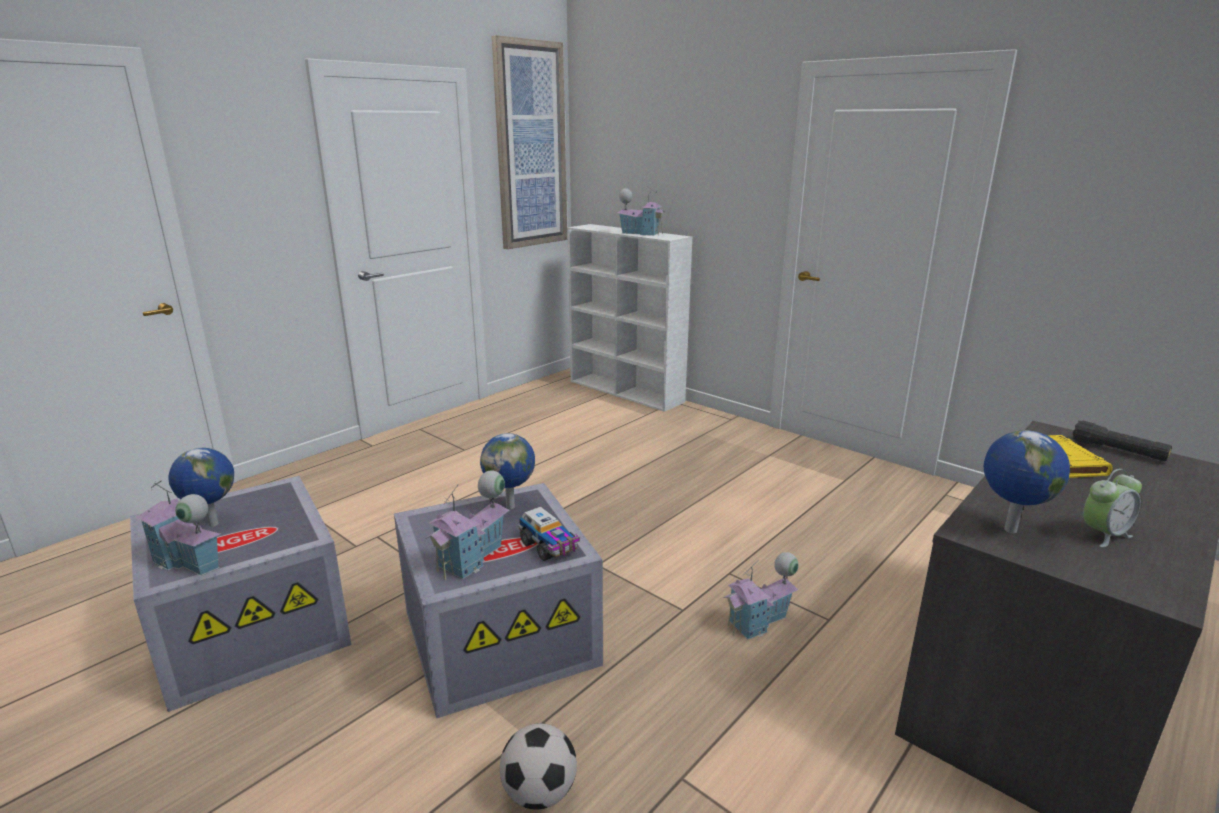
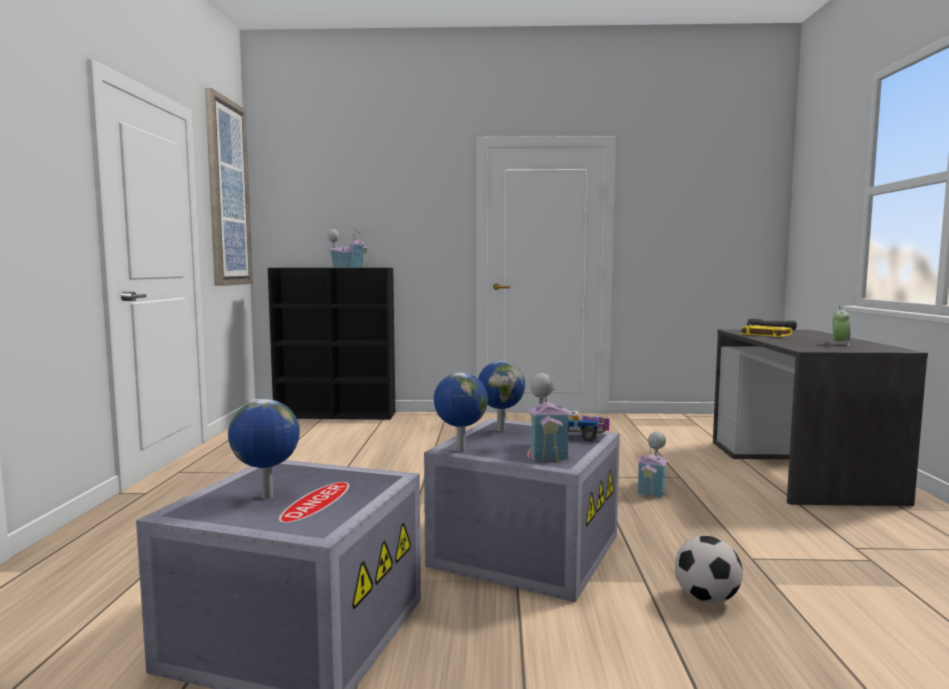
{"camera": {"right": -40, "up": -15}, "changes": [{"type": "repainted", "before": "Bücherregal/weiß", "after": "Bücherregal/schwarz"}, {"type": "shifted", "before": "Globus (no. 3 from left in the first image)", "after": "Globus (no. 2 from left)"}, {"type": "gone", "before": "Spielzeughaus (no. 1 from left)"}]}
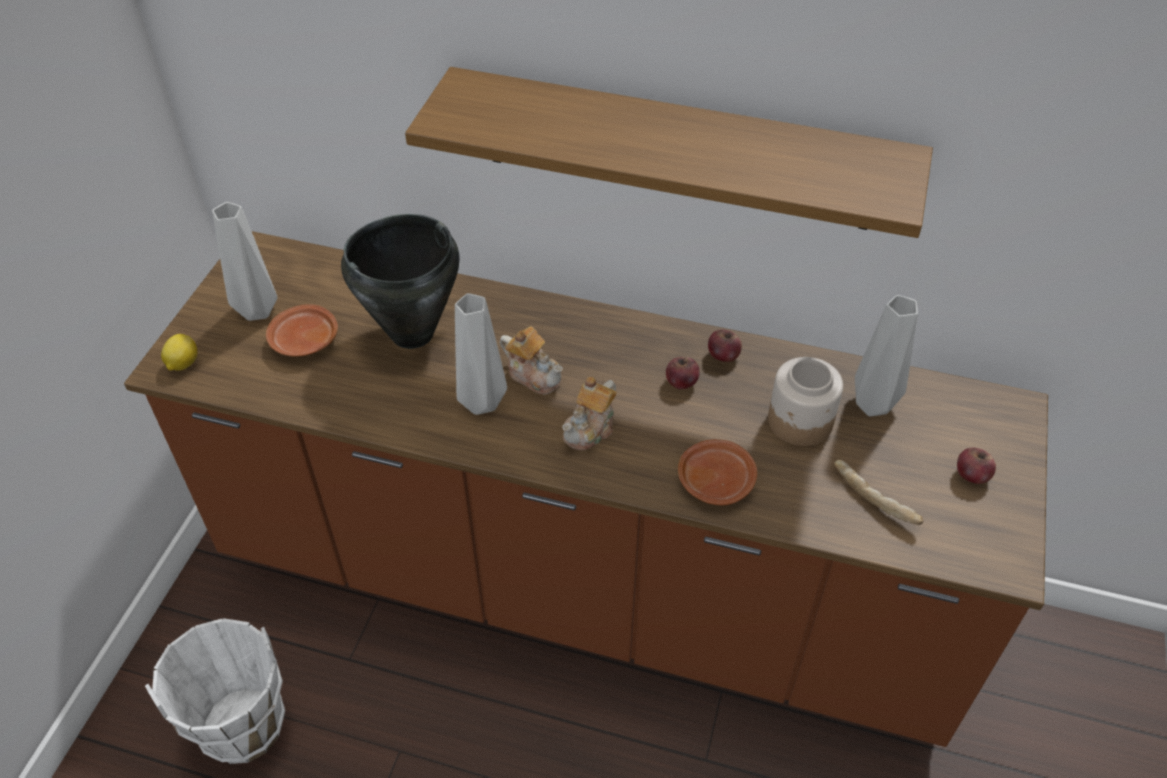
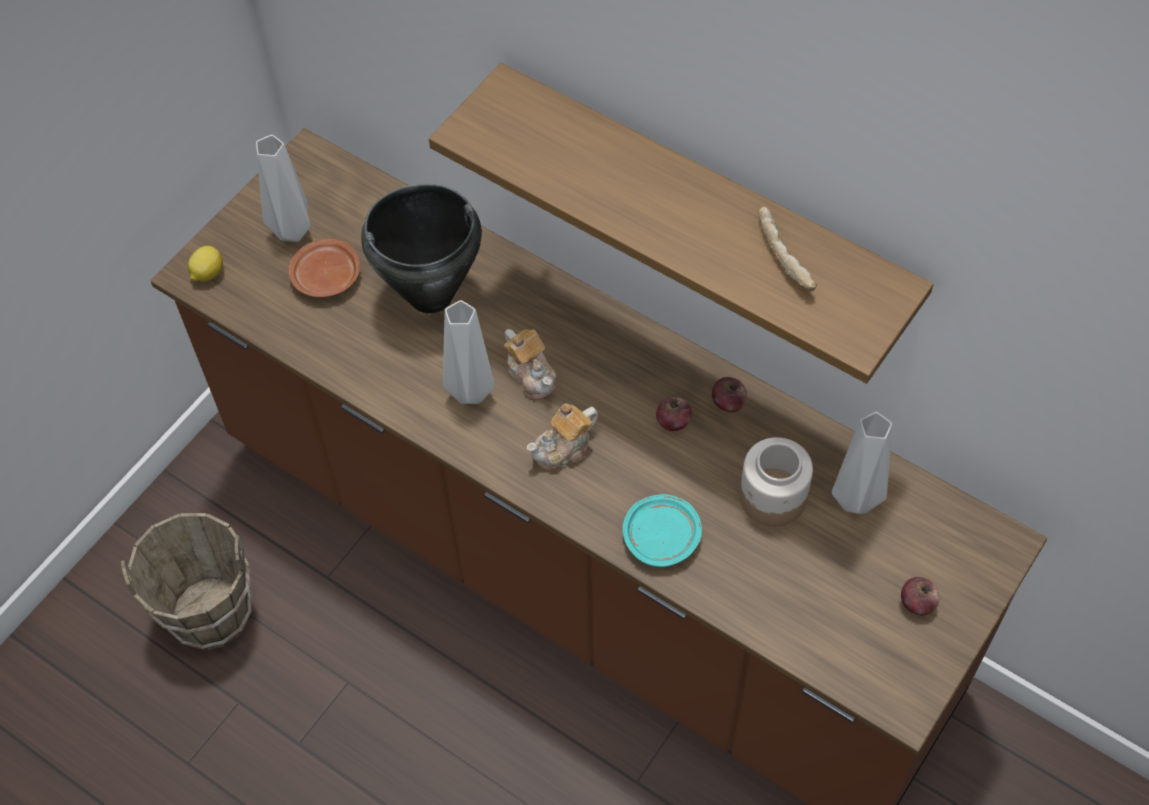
{"camera": {"right": 20, "up": 10}, "changes": [{"type": "repainted", "before": "Teller/braun (no. 2 from left)", "after": "Teller/türkis"}, {"type": "shifted", "before": "Brot"}, {"type": "repainted", "before": "Eimer/weiß", "after": "Eimer/braun"}]}
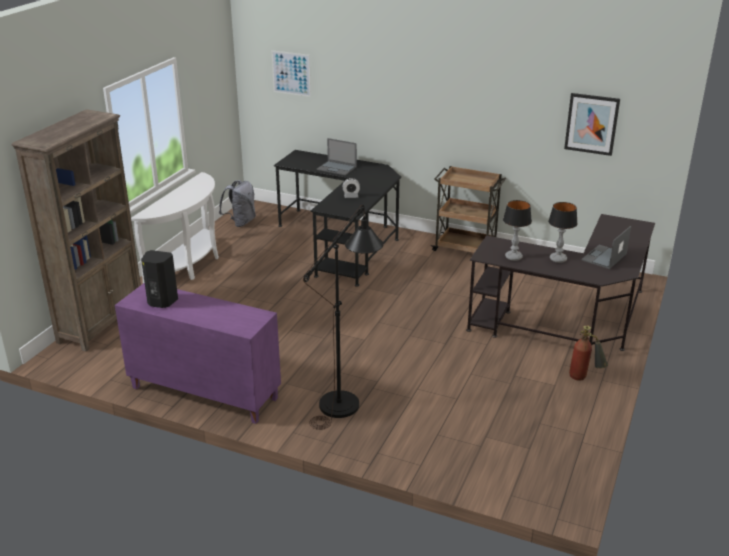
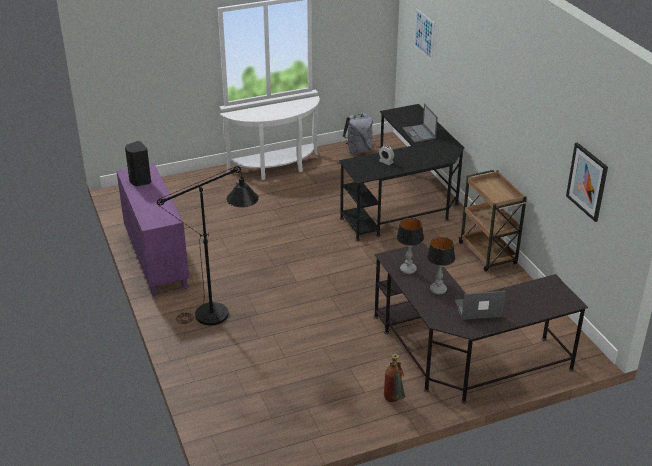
{"camera": {"right": 45, "up": 5}, "changes": [{"type": "gone", "before": "Bücherregal/braun"}]}
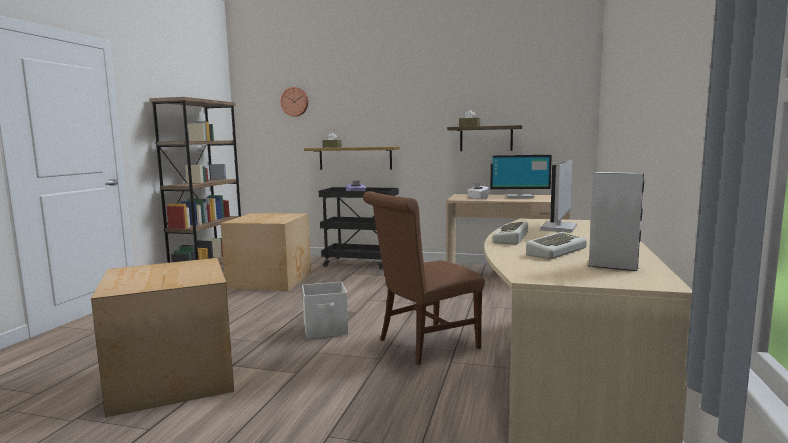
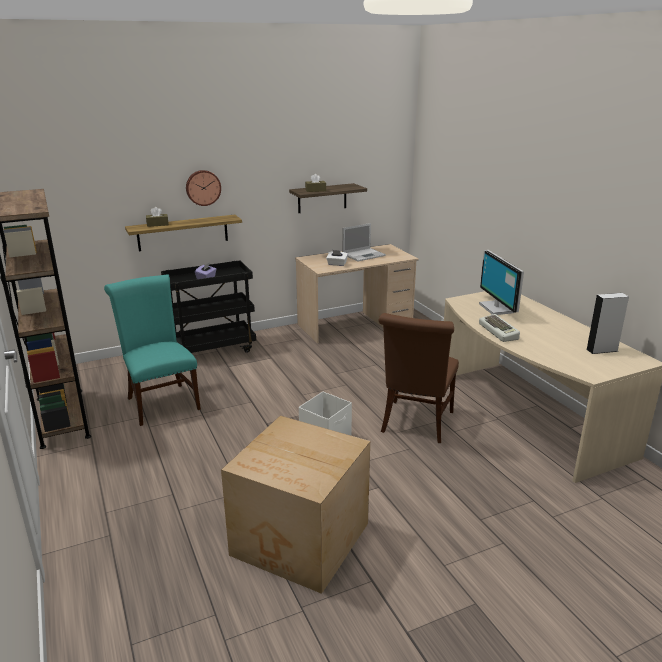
{"camera": {"right": -40, "up": 15}, "changes": [{"type": "shifted", "before": "Wanduhr"}, {"type": "swapped", "before": "Monitor (no. 1 from left)", "after": "Laptop"}, {"type": "swapped", "before": "Karton (no. 2 from left)", "after": "Stuhl/türkis"}, {"type": "gone", "before": "Tastatur (no. 2 from left)"}]}
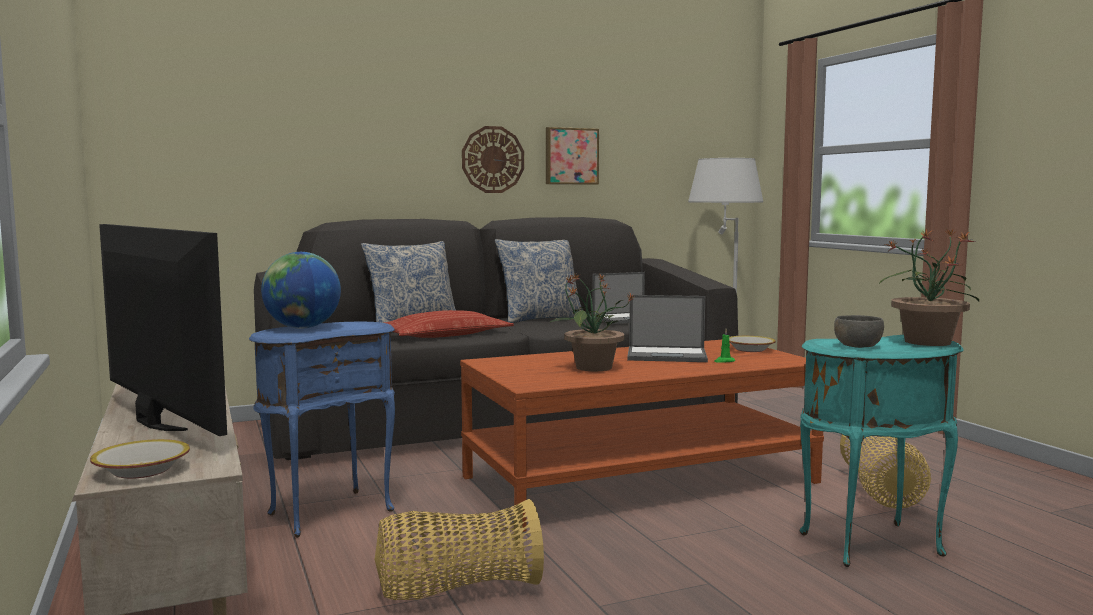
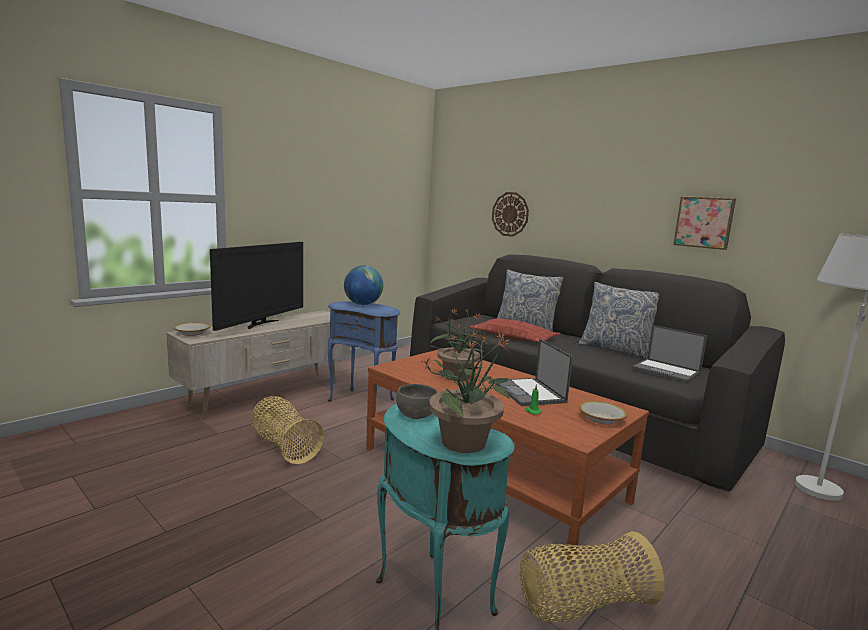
{"camera": {"right": 65, "up": 5}, "changes": [{"type": "shifted", "before": "Wanduhr"}]}
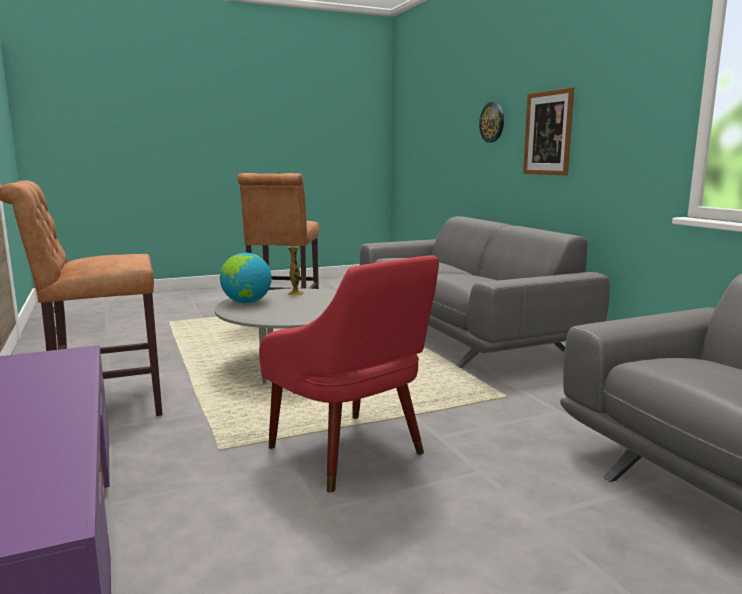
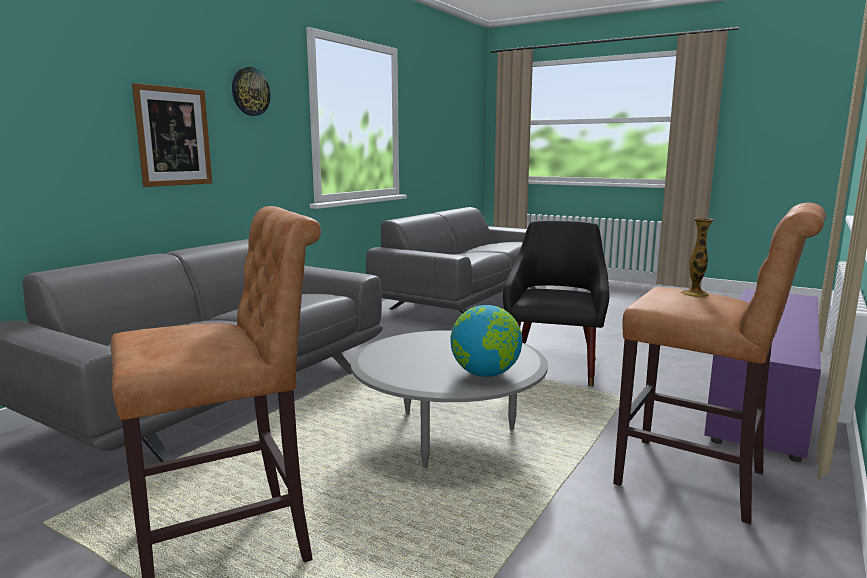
{"camera": {"right": -125, "up": 0}, "changes": [{"type": "shifted", "before": "Wanduhr"}, {"type": "shifted", "before": "Vase"}, {"type": "repainted", "before": "Sessel/rot", "after": "Sessel/schwarz"}]}
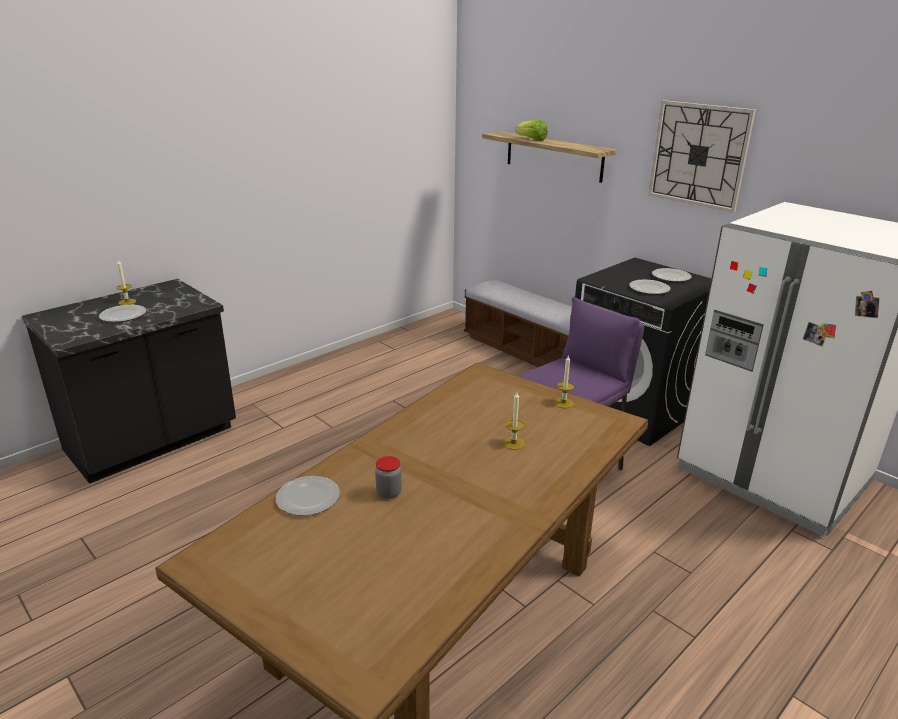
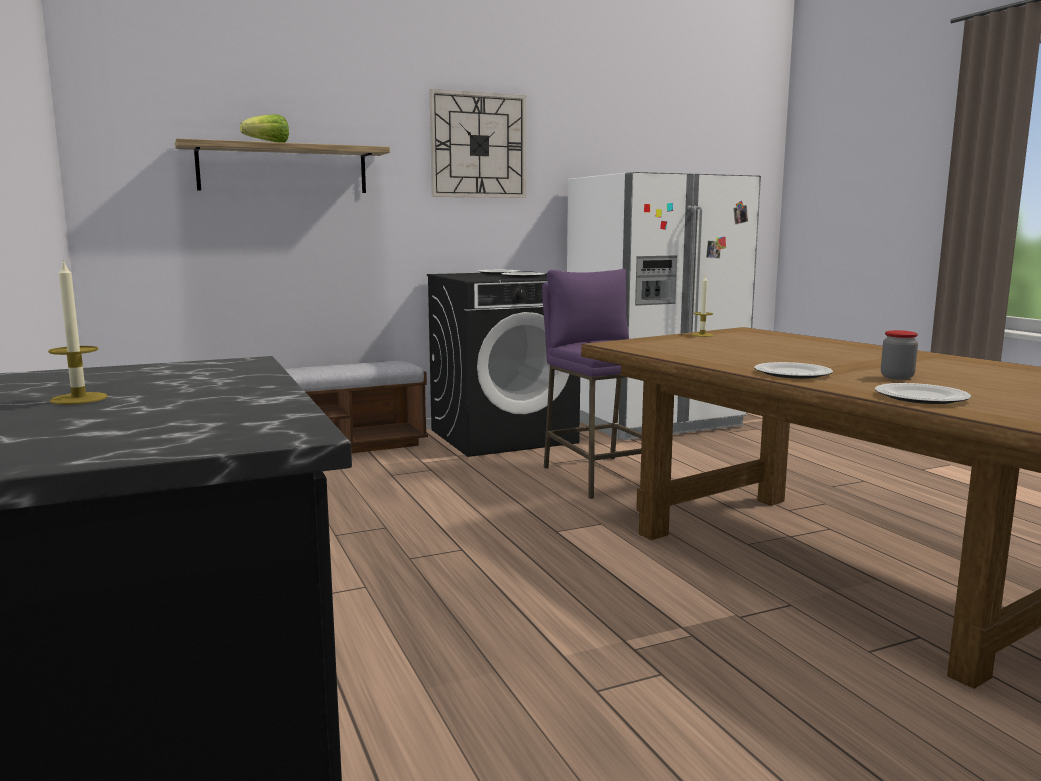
{"camera": {"right": -70, "up": -15}, "changes": [{"type": "shifted", "before": "Teller (no. 1 from left in the first image)", "after": "Teller (no. 3 from left)"}, {"type": "gone", "before": "Kerze (no. 2 from left)"}]}
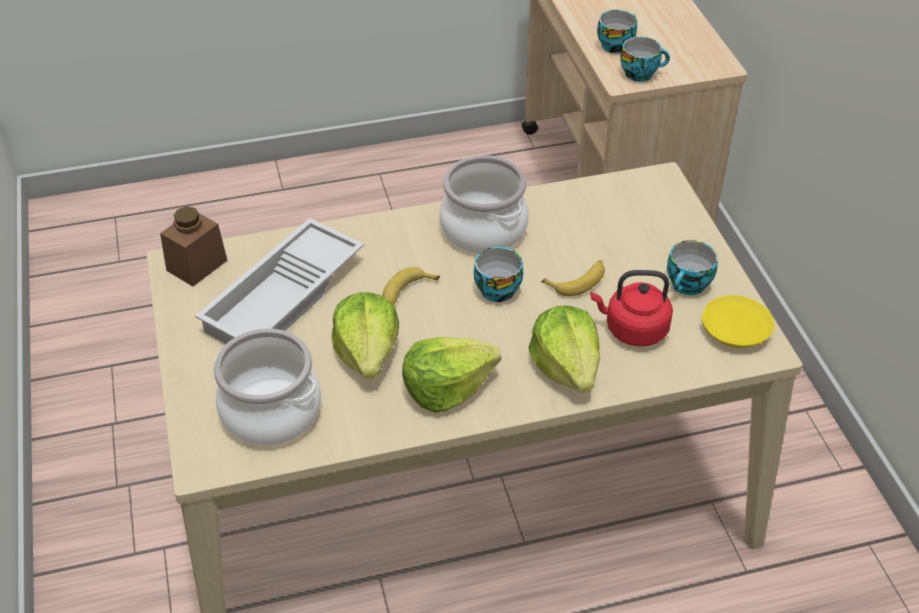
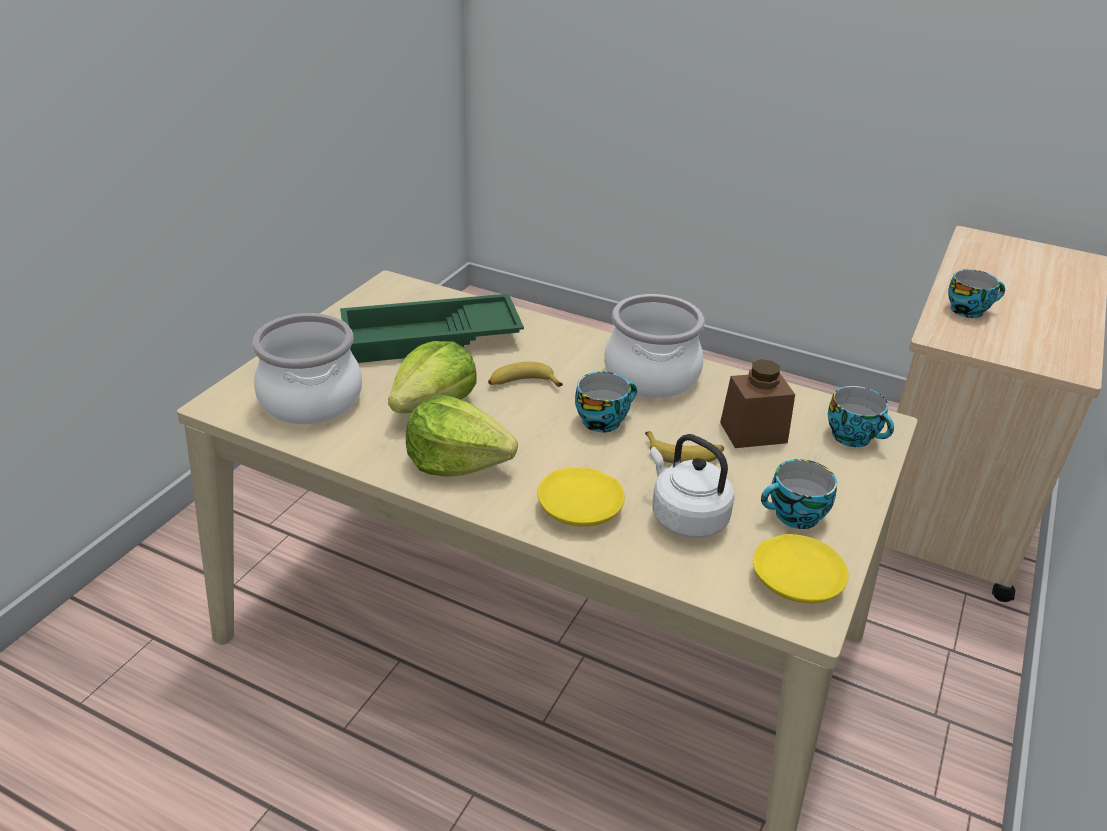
{"camera": {"right": 40, "up": -10}, "changes": [{"type": "shifted", "before": "Tasse (no. 3 from left)"}, {"type": "shifted", "before": "Vorratsglas/braun"}, {"type": "repainted", "before": "Tablett/weiß", "after": "Tablett/grün"}, {"type": "repainted", "before": "Wasserkessel/rot", "after": "Wasserkessel/weiß"}, {"type": "swapped", "before": "Salatkopf (no. 3 from left)", "after": "Teller/gelb (no. 1 from left)"}]}
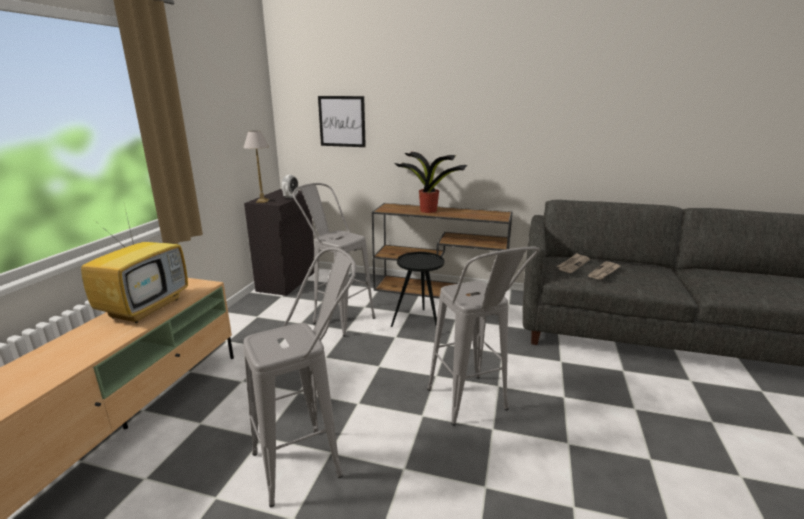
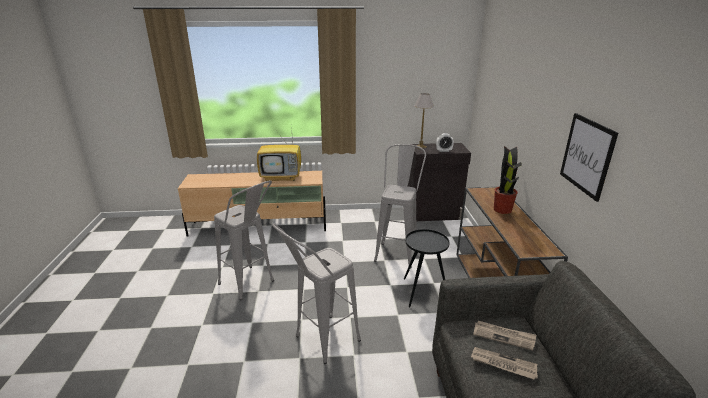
{"camera": {"right": 70, "up": 5}, "changes": [{"type": "shifted", "before": "Bild"}]}
